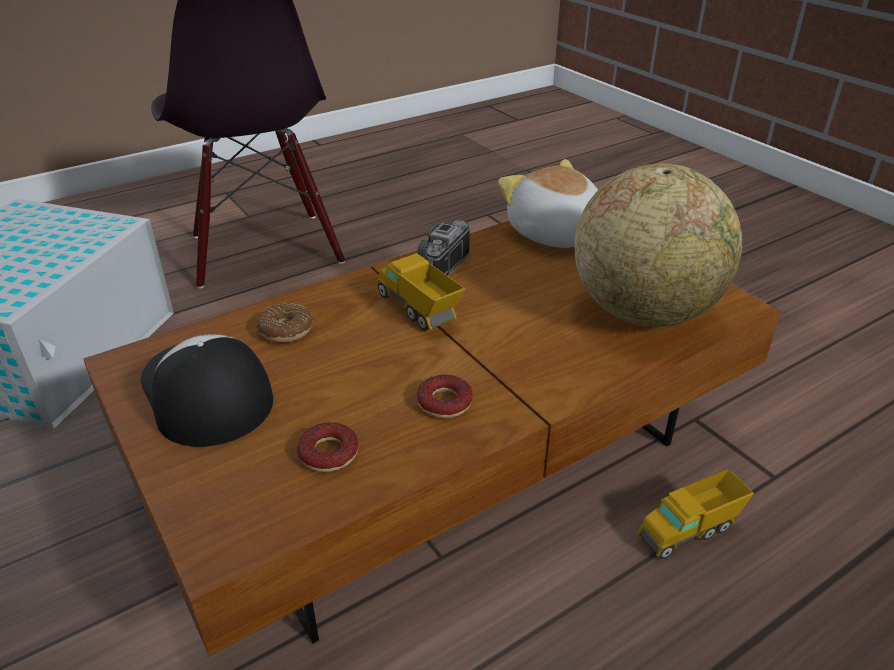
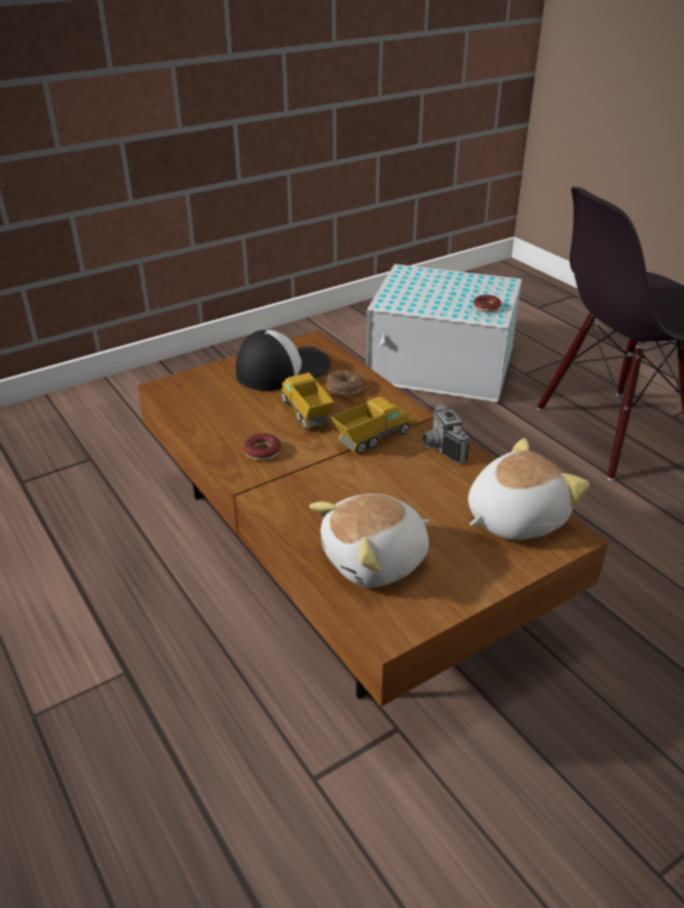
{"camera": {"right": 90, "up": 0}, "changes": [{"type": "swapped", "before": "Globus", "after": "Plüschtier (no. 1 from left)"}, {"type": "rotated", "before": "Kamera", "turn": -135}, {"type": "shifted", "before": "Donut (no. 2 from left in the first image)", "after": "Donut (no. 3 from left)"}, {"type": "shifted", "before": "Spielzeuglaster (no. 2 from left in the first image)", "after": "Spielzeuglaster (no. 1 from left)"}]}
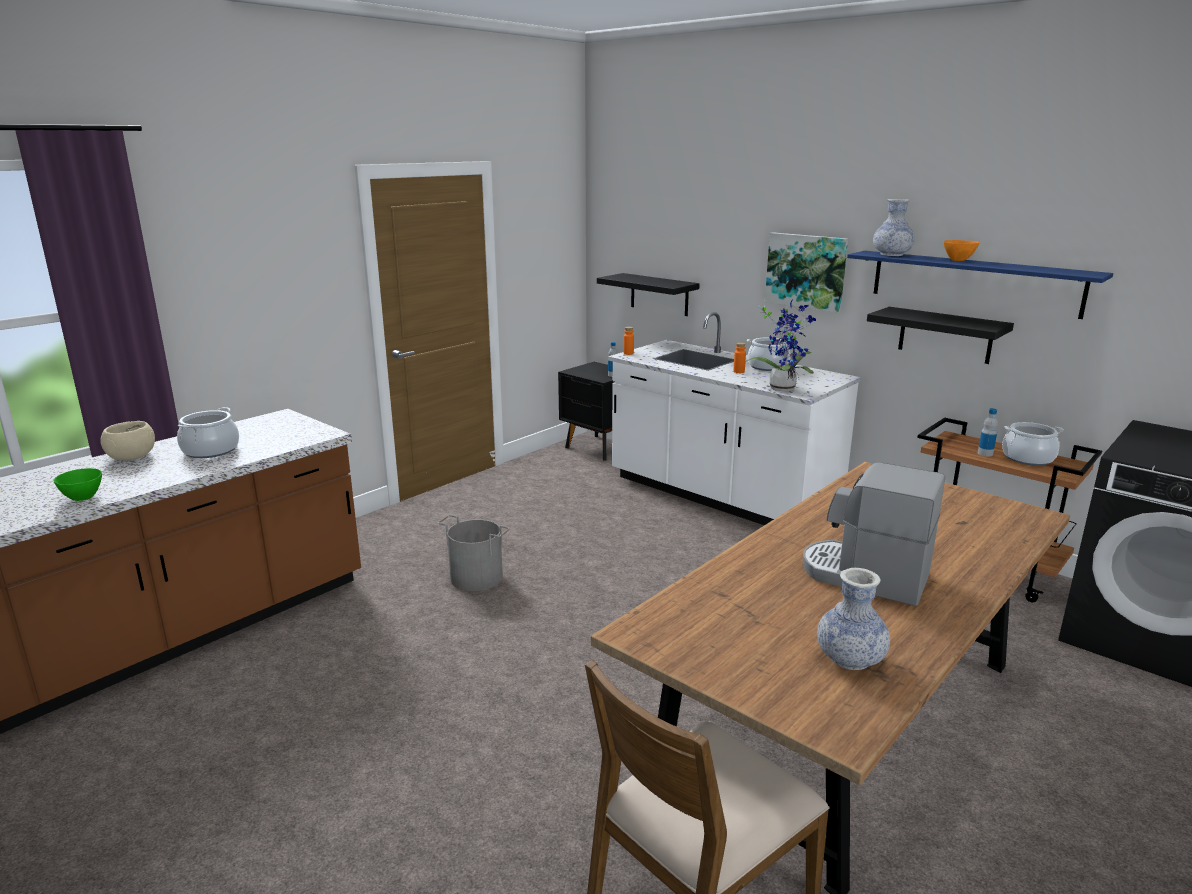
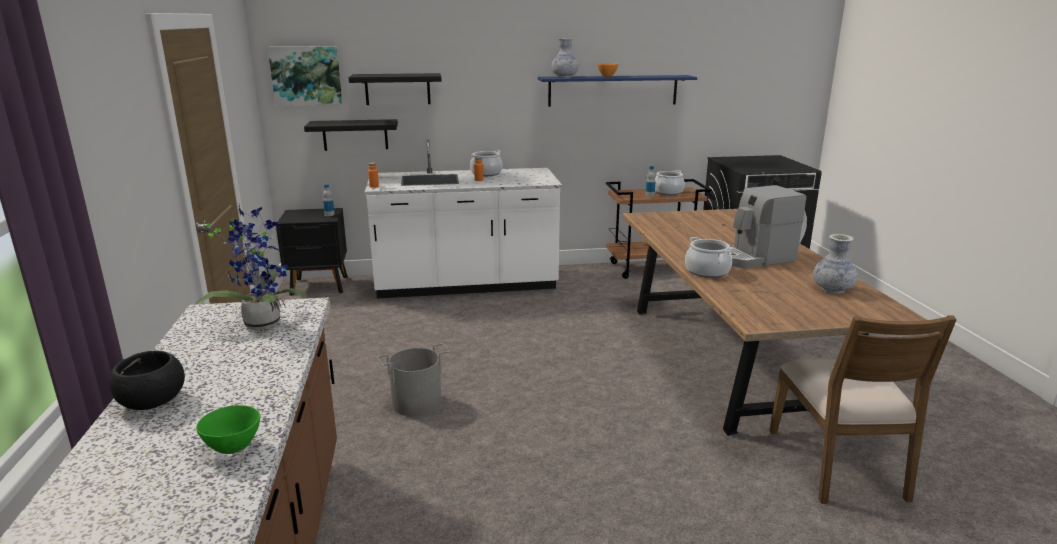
{"camera": {"right": -50, "up": 0}, "changes": [{"type": "shifted", "before": "Bild"}, {"type": "shifted", "before": "Topfpflanze"}, {"type": "shifted", "before": "Wandregal/schwarz (no. 2 from left)"}, {"type": "shifted", "before": "Kochtopf (no. 1 from left in the first image)", "after": "Kochtopf (no. 3 from left)"}, {"type": "repainted", "before": "Schüssel/beige", "after": "Schüssel/schwarz"}]}
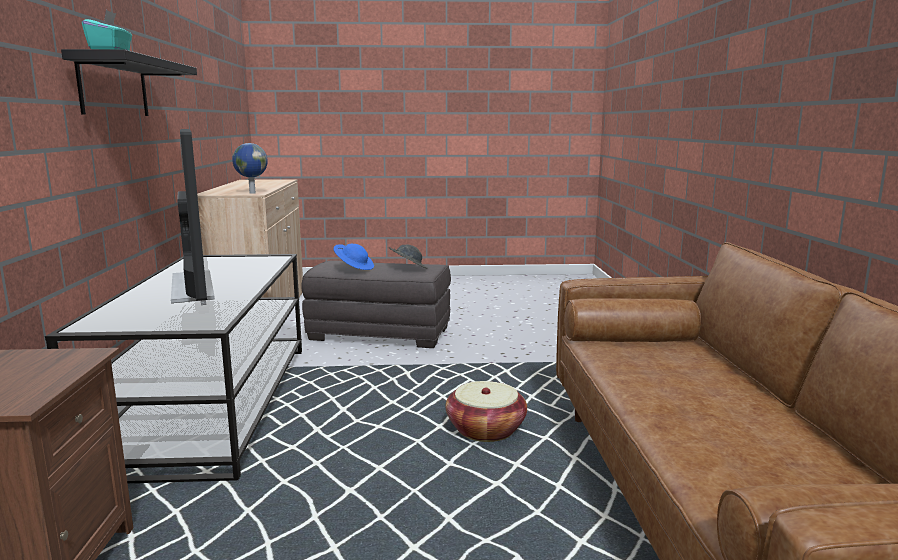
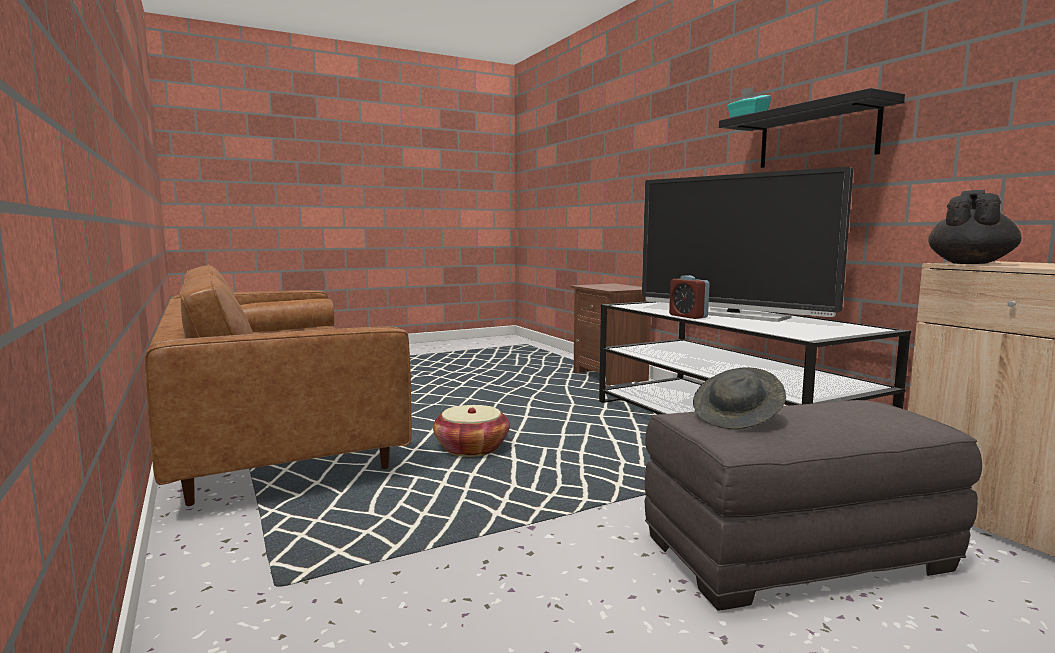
{"camera": {"right": 155, "up": -5}, "changes": [{"type": "swapped", "before": "Globus", "after": "Teekanne/schwarz"}, {"type": "gone", "before": "Hut/blau"}, {"type": "new", "after": "Wecker"}]}
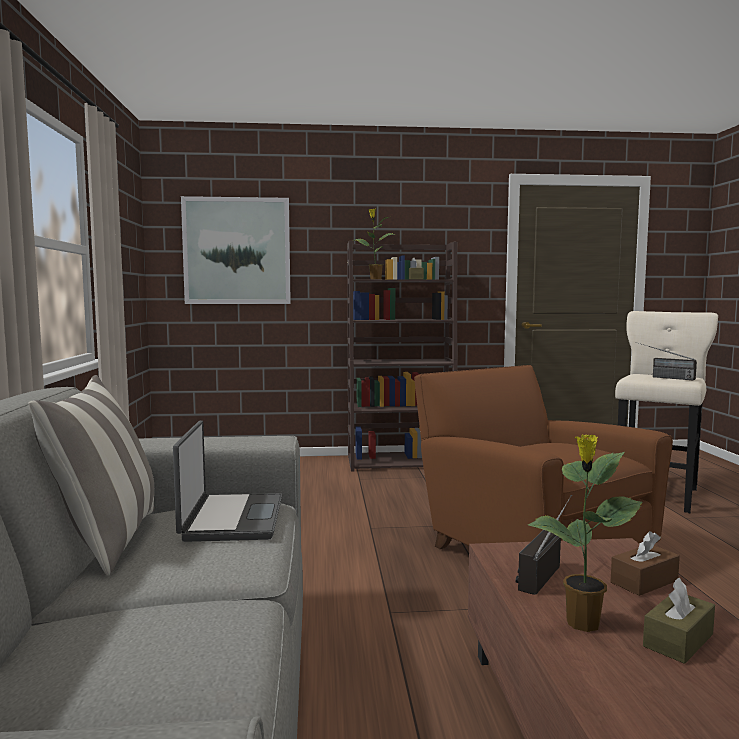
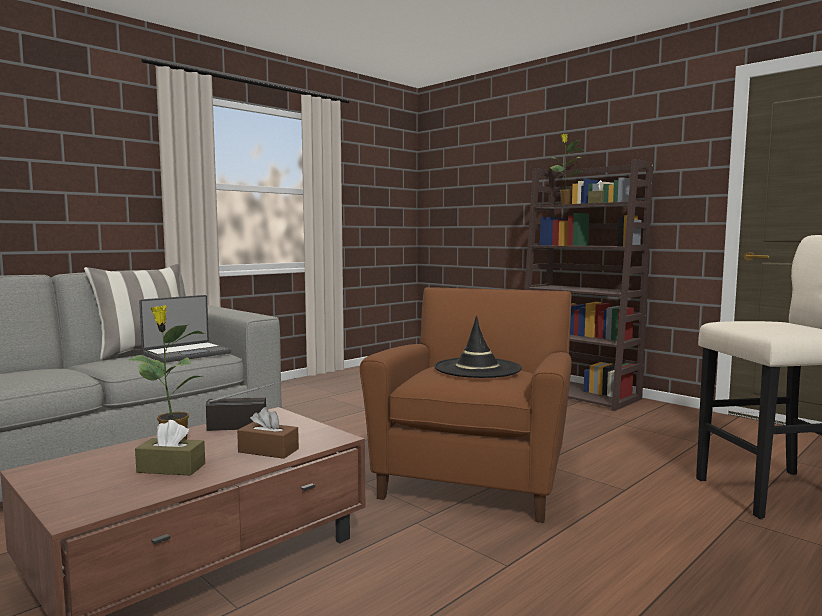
{"camera": {"right": 50, "up": 0}, "changes": [{"type": "gone", "before": "Bild"}, {"type": "gone", "before": "Radio (no. 2 from left)"}, {"type": "new", "after": "Hut/schwarz"}]}
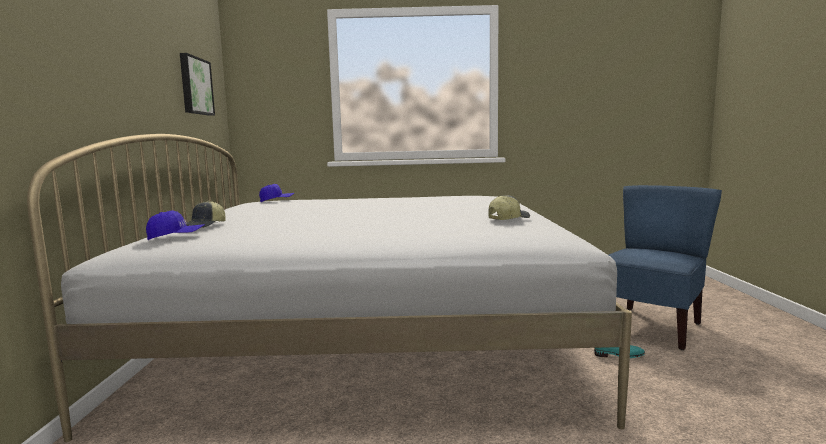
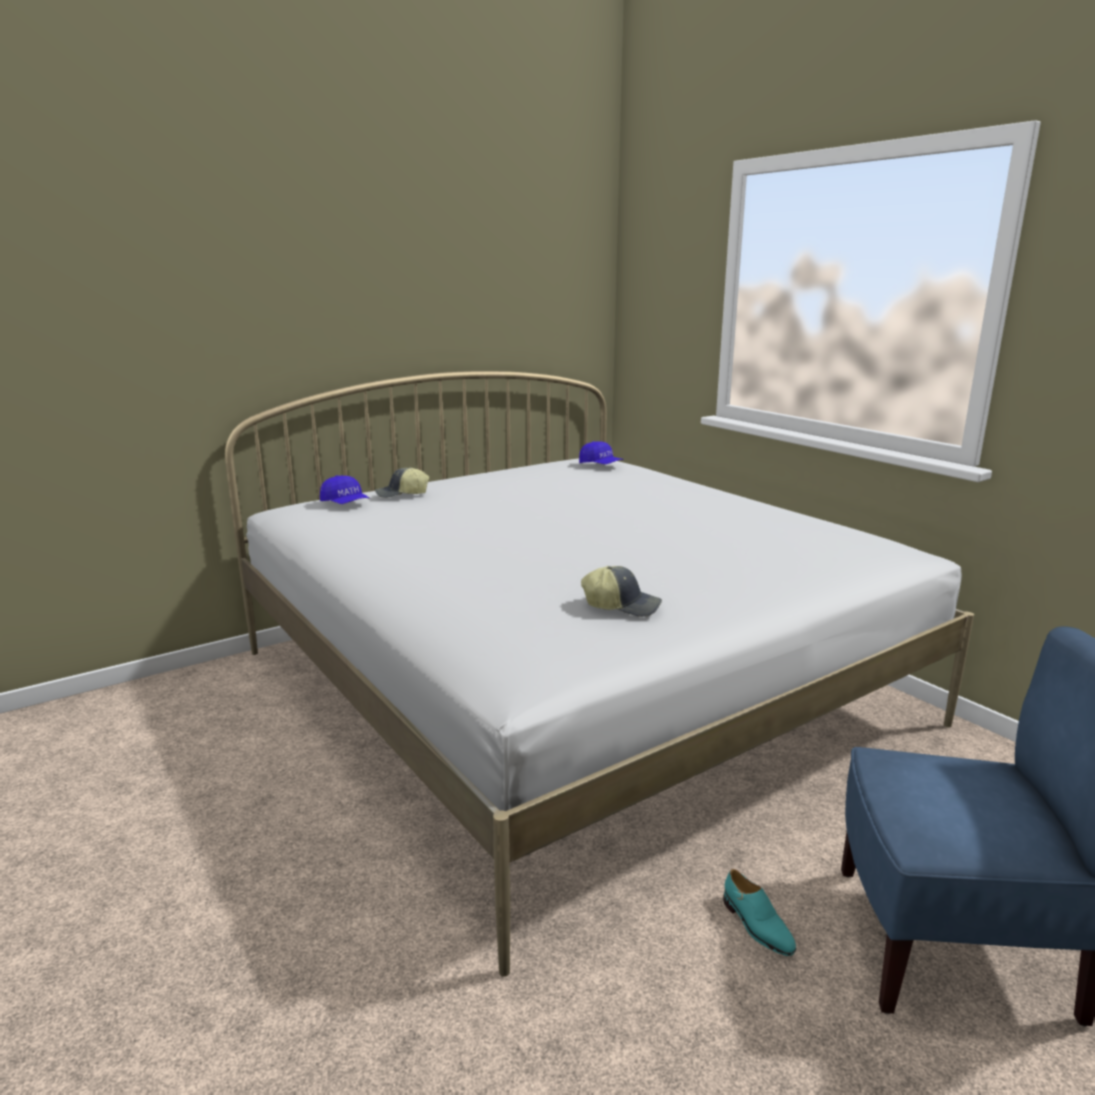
{"camera": {"right": 55, "up": 10}, "changes": [{"type": "gone", "before": "Bild"}]}
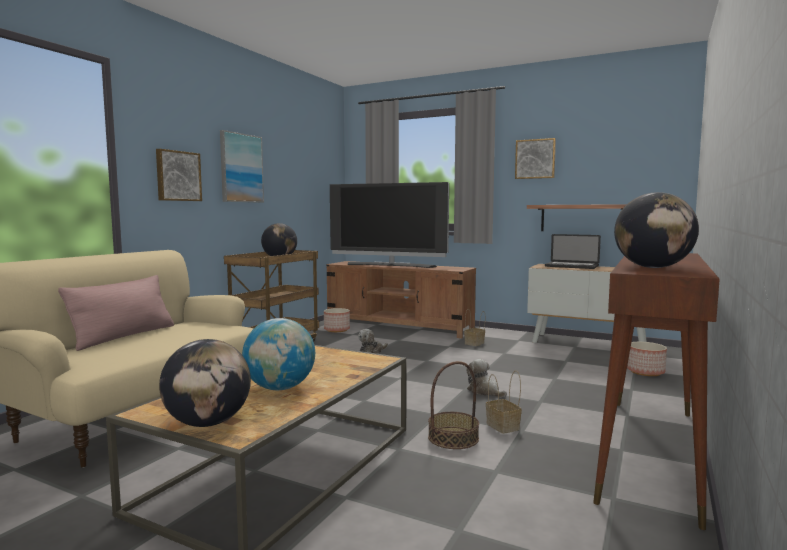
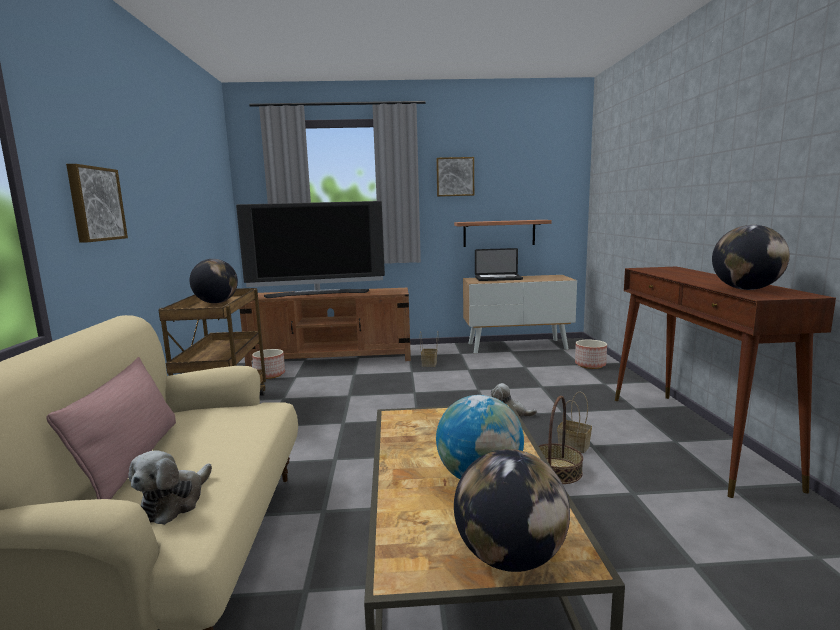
{"camera": {"right": -30, "up": 5}, "changes": [{"type": "gone", "before": "Bild (no. 2 from left)"}, {"type": "shifted", "before": "Plüschtier (no. 1 from left)"}]}
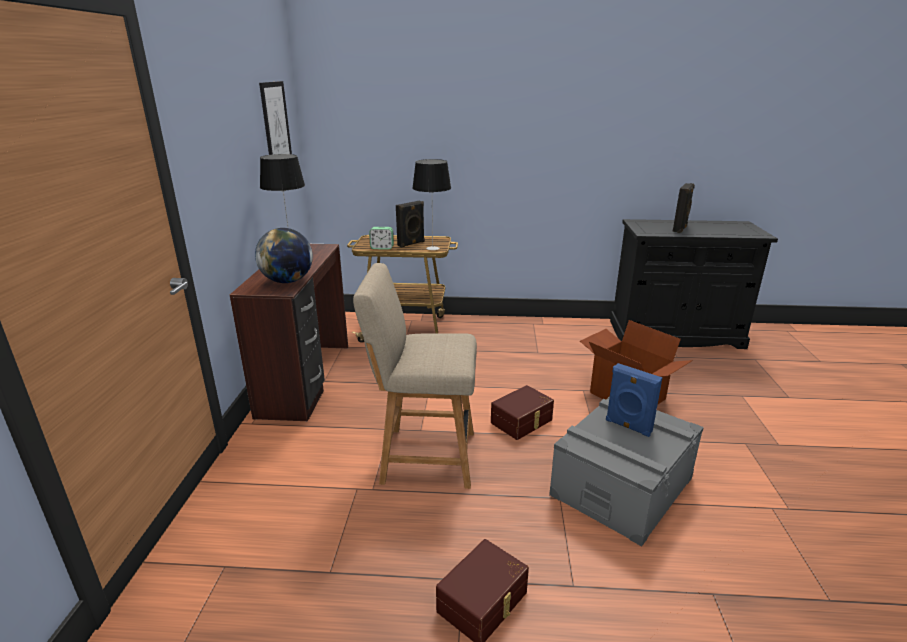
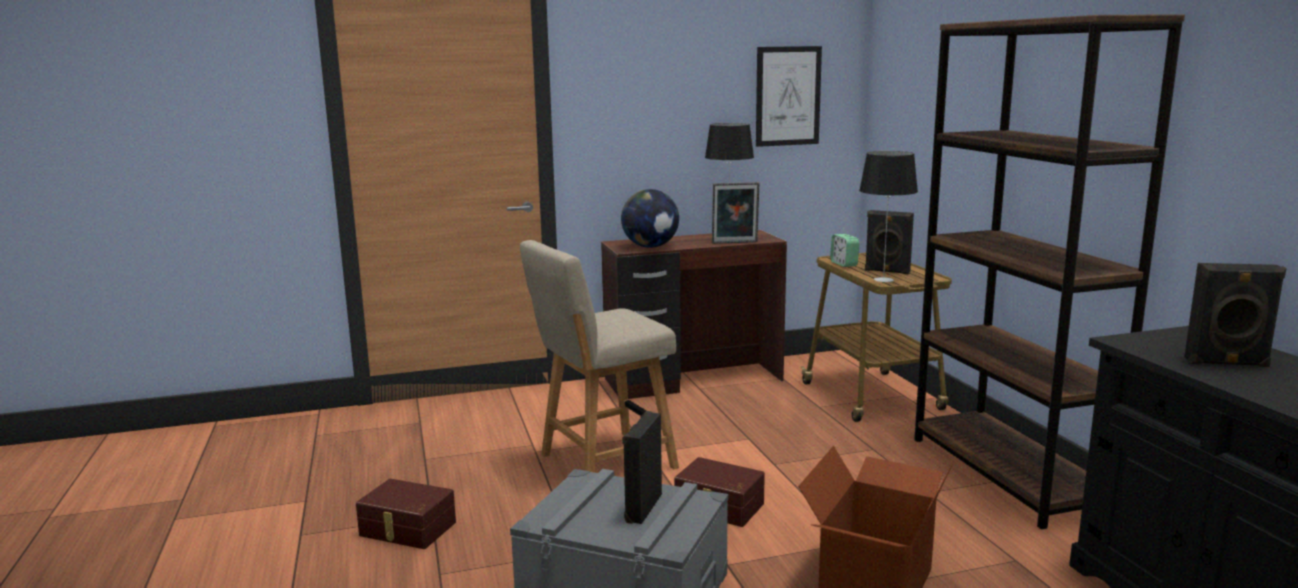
{"camera": {"right": 70, "up": -10}, "changes": [{"type": "rotated", "before": "Stuhl/beige", "turn": -105}, {"type": "repainted", "before": "Lautsprecher/blau", "after": "Lautsprecher/schwarz (no. 1 from left)"}, {"type": "new", "after": "Bücherregal/braun"}, {"type": "new", "after": "Bilderrahmen"}]}
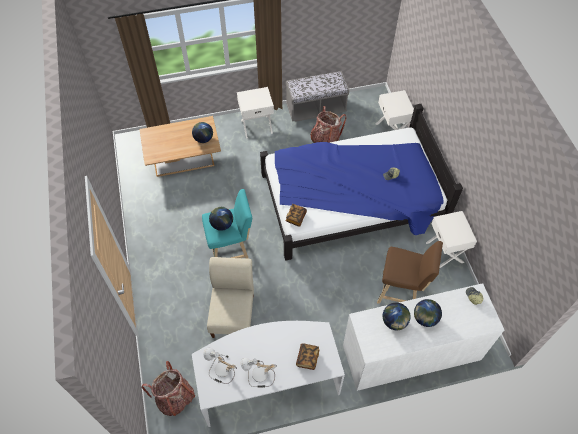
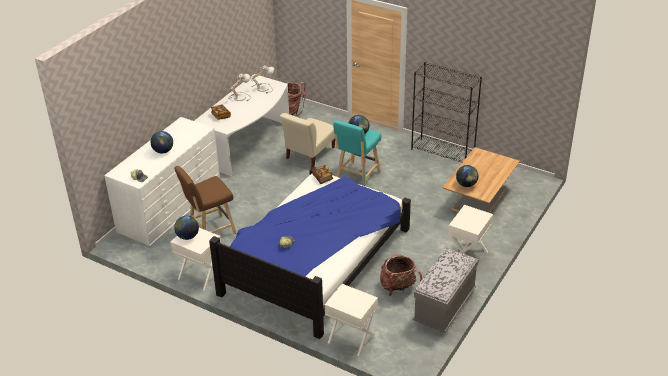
{"camera": {"right": 135, "up": -20}, "changes": [{"type": "rotated", "before": "Stuhl/beige", "turn": 75}, {"type": "shifted", "before": "Globus (no. 3 from left in the first image)", "after": "Globus (no. 2 from left)"}, {"type": "new", "after": "Bücherregal/schwarz"}]}
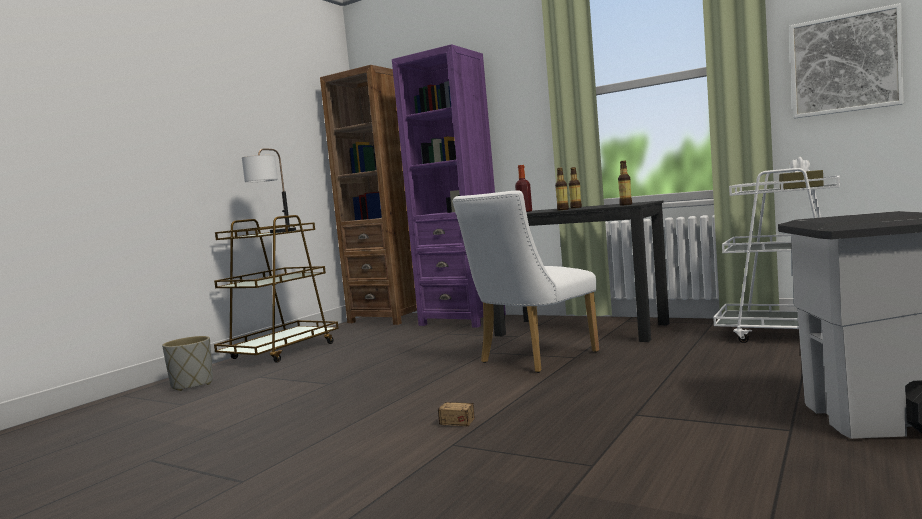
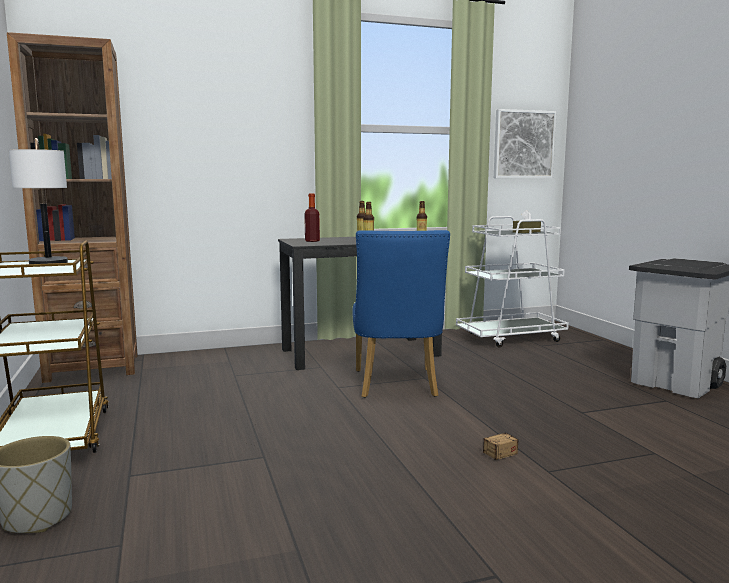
{"camera": {"right": -50, "up": 5}, "changes": [{"type": "gone", "before": "Bücherregal/lila"}, {"type": "repainted", "before": "Stuhl/weiß", "after": "Stuhl/blau"}]}
